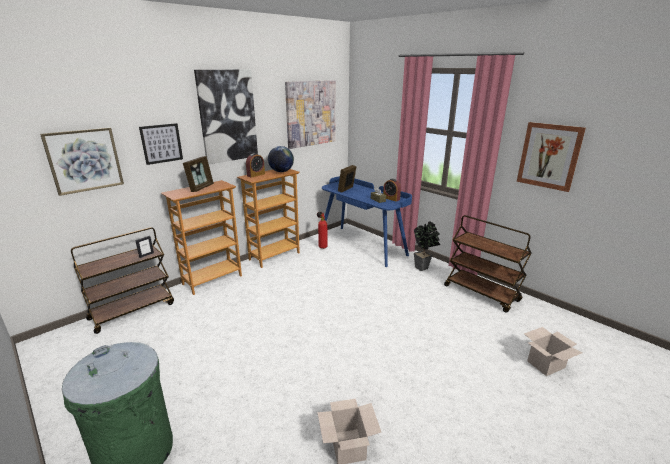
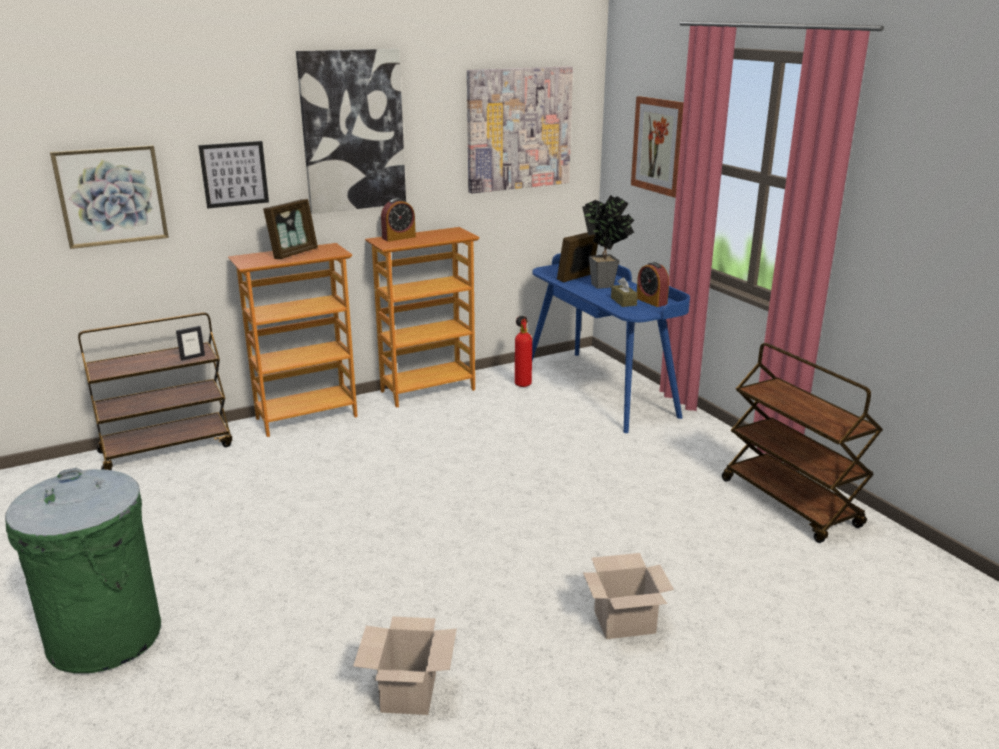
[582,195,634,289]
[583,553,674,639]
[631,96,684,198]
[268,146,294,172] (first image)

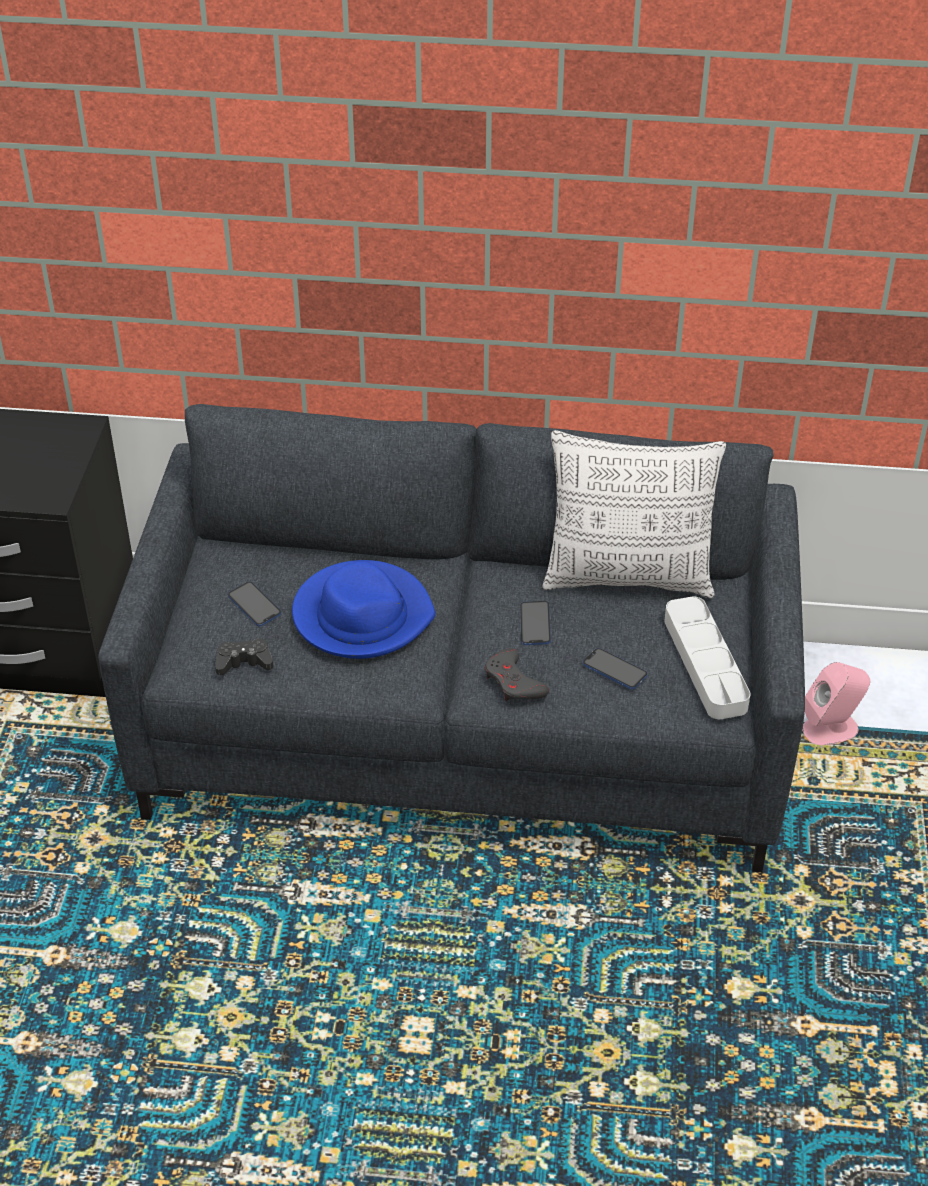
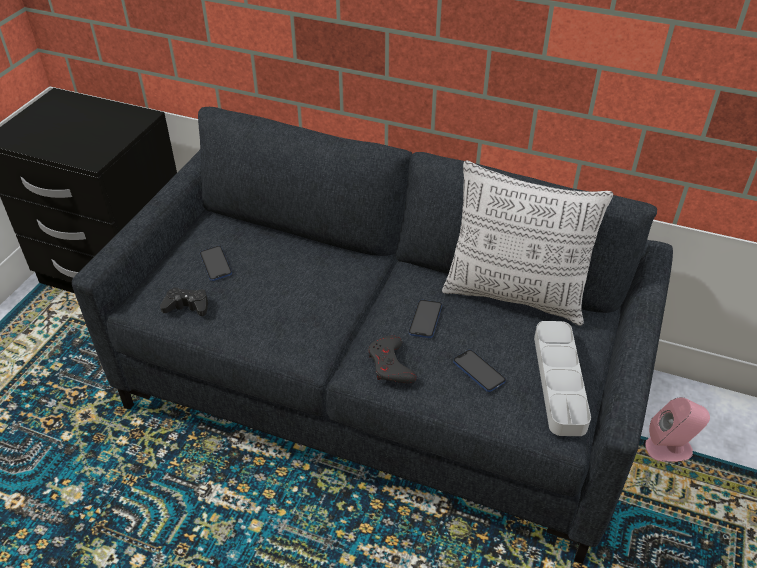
[292,560,436,659] (first image)

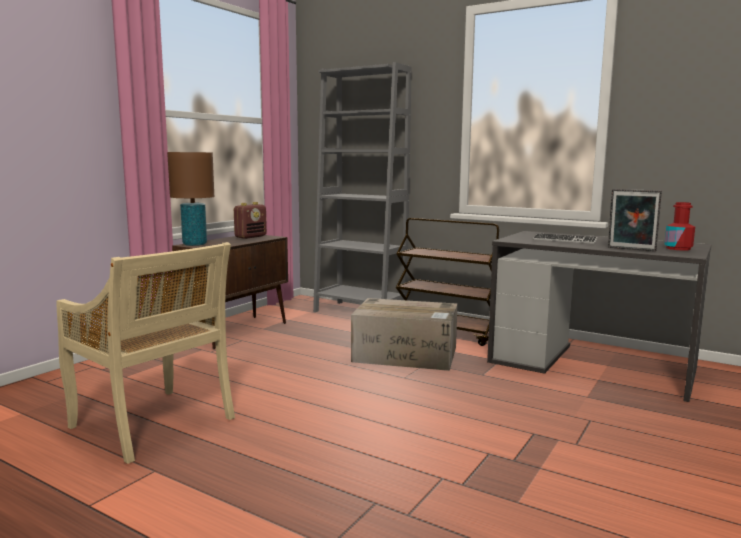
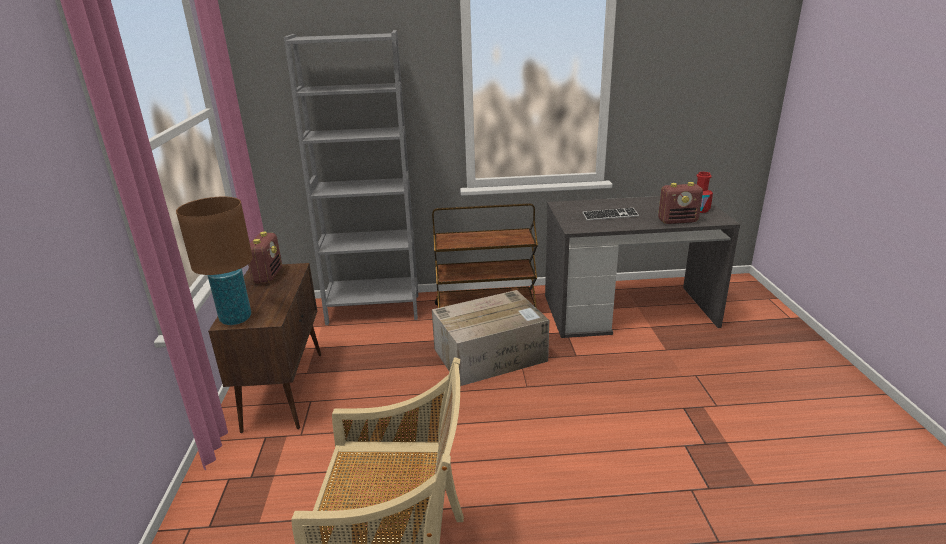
[658,182,703,224]

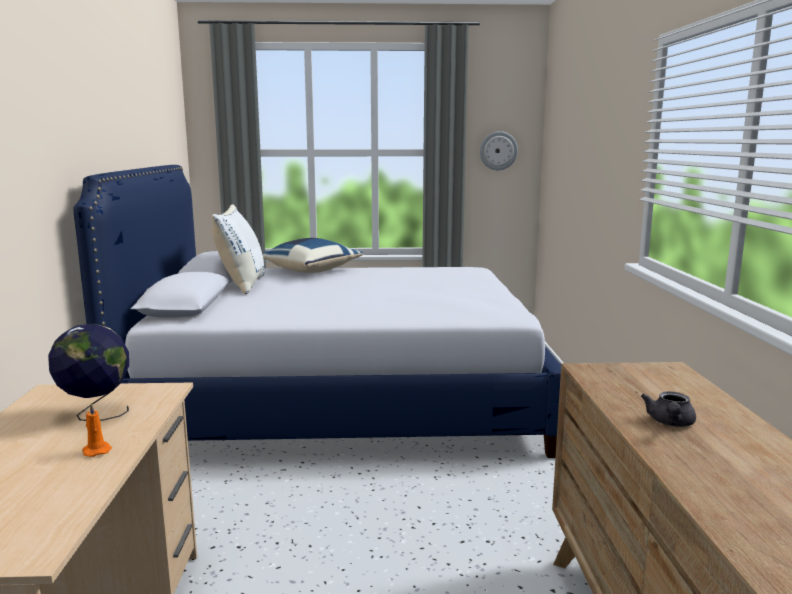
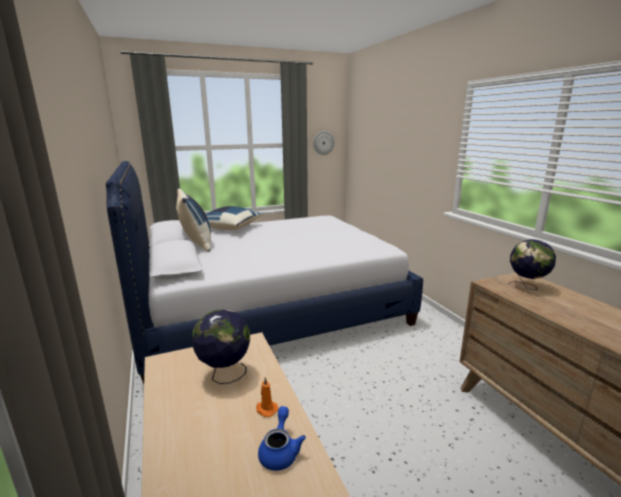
[176,189,211,252]
[258,406,306,471]
[509,239,556,290]
[641,391,696,427] (first image)

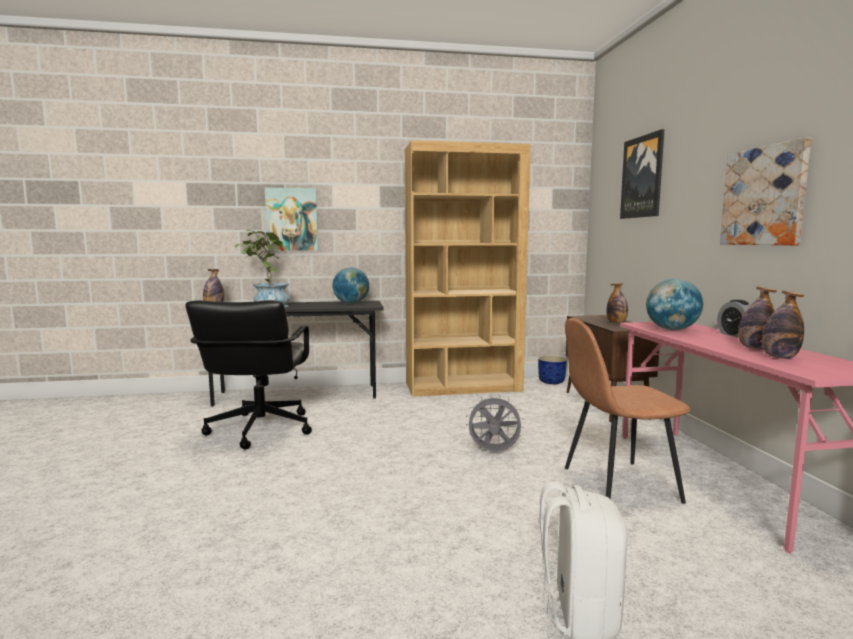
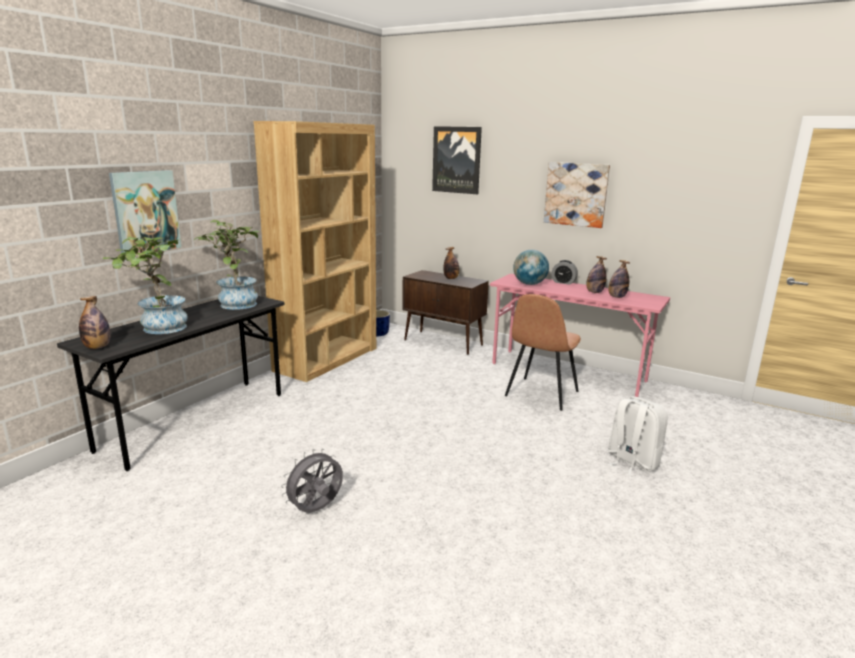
[193,220,260,310]
[281,448,343,512]
[186,300,312,449] (first image)

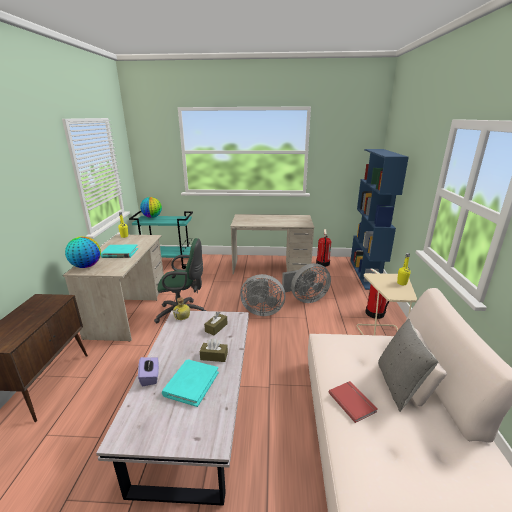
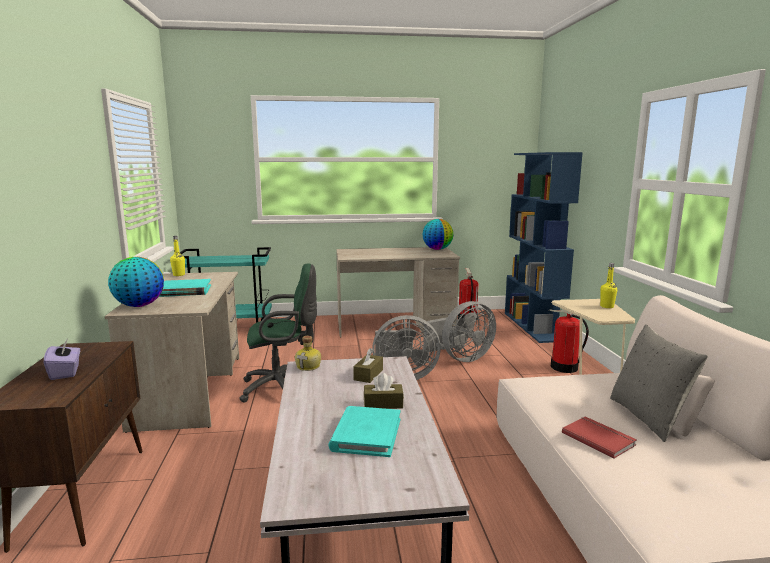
[44,339,80,380]
[422,219,453,250]

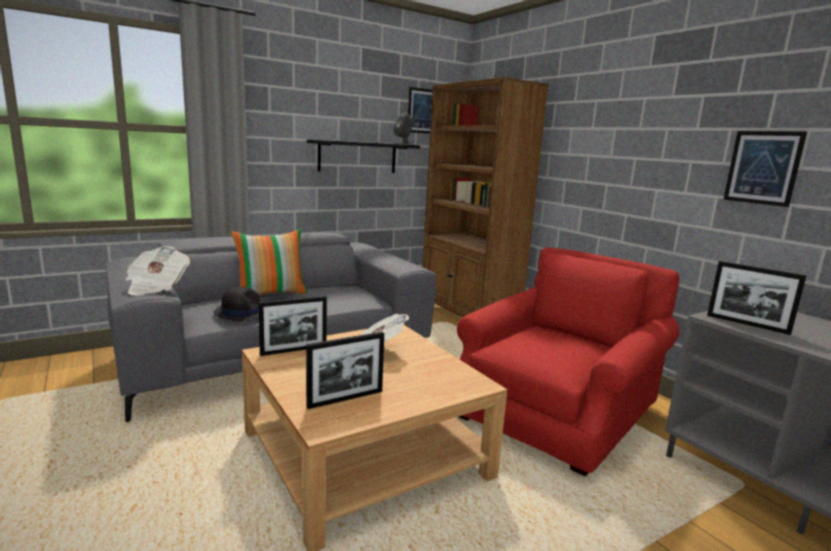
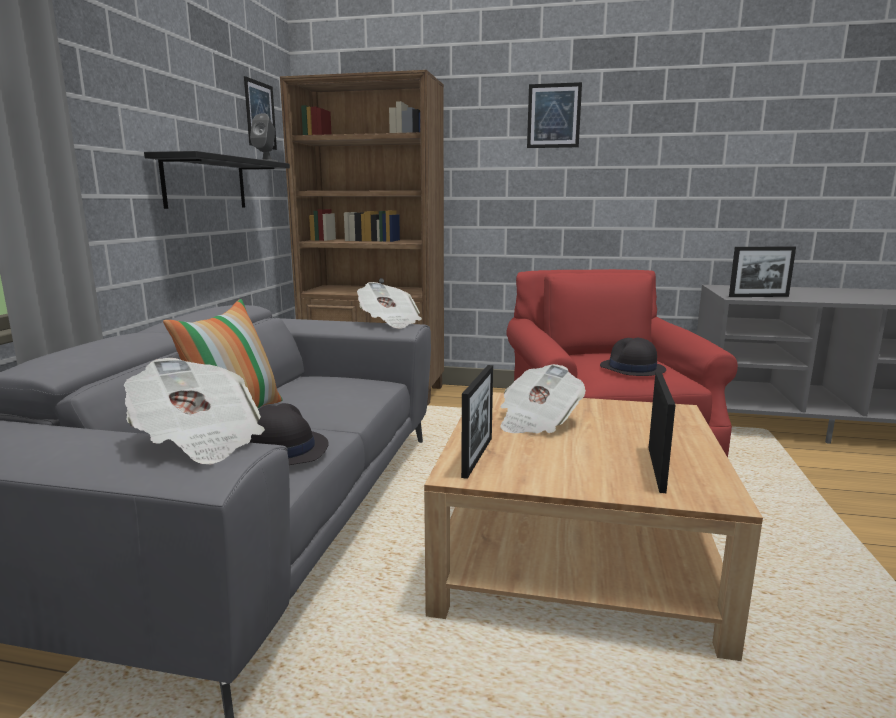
[357,282,422,329]
[527,82,582,148]
[600,338,666,376]

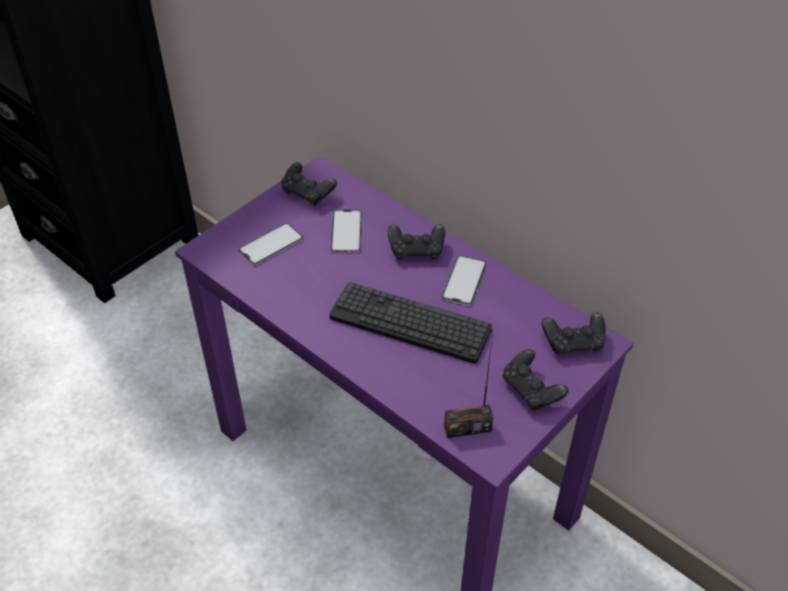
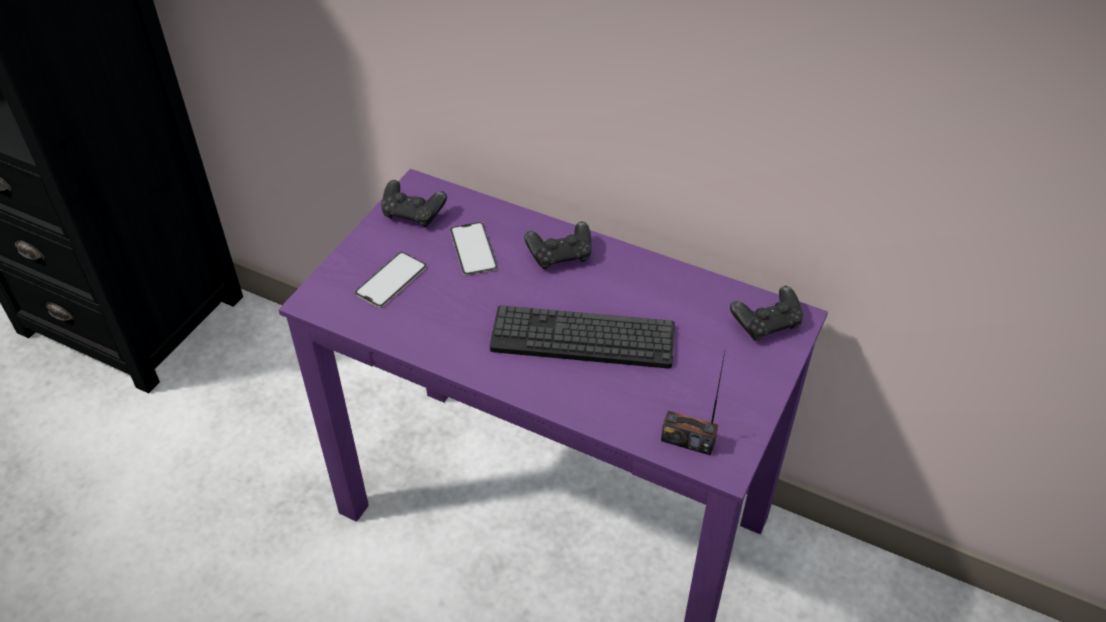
[661,352,725,456]
[441,255,487,306] (first image)
[503,349,568,411] (first image)

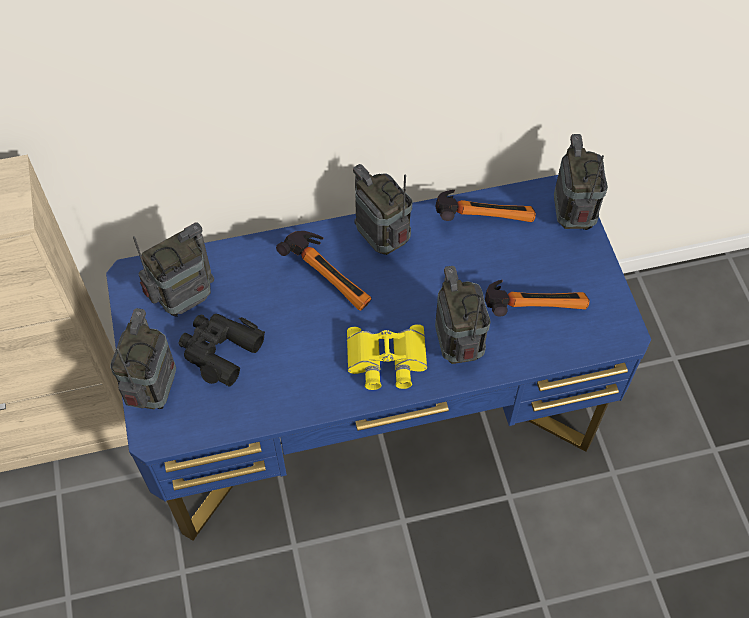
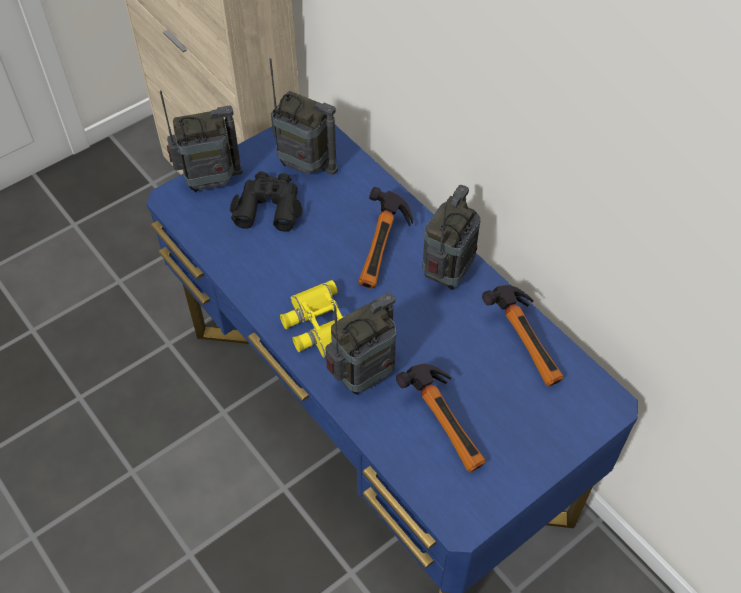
[554,134,608,230] (first image)

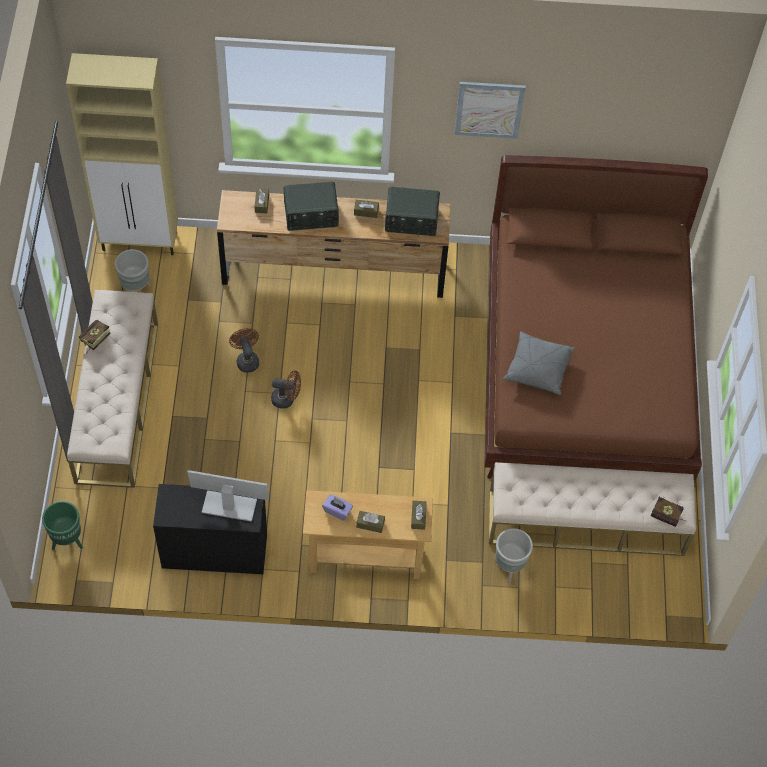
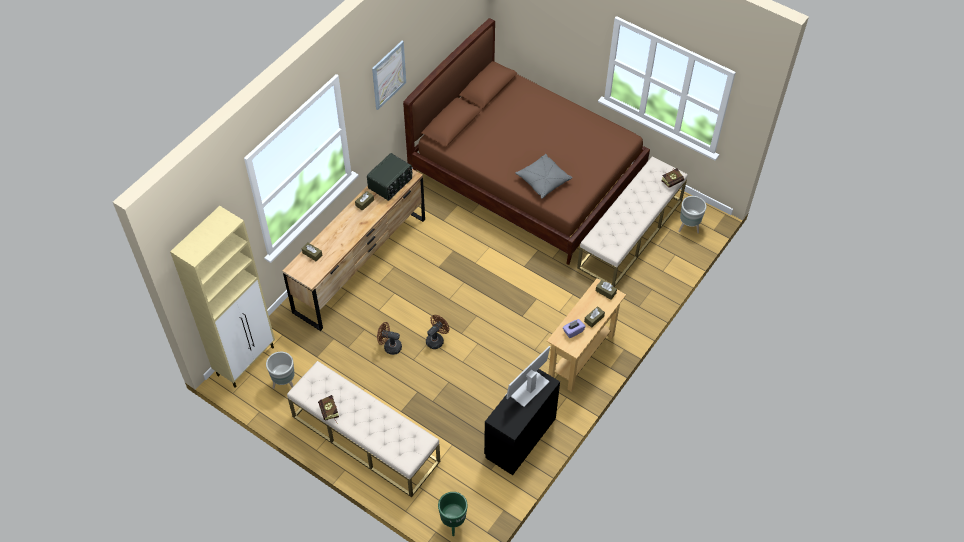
[678,196,707,234]
[284,182,339,231] (first image)

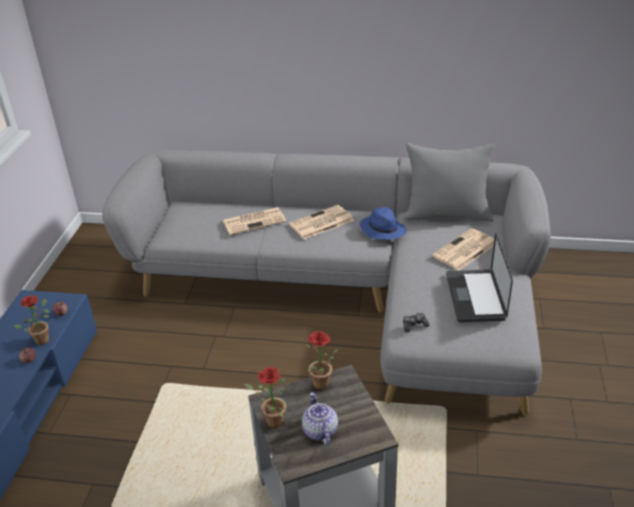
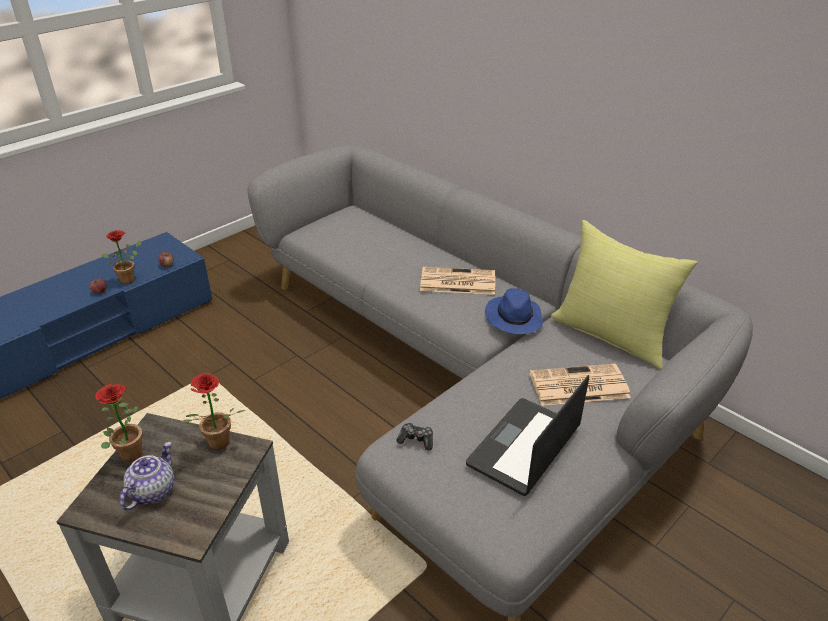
[551,220,698,369]
[223,207,286,235] (first image)

